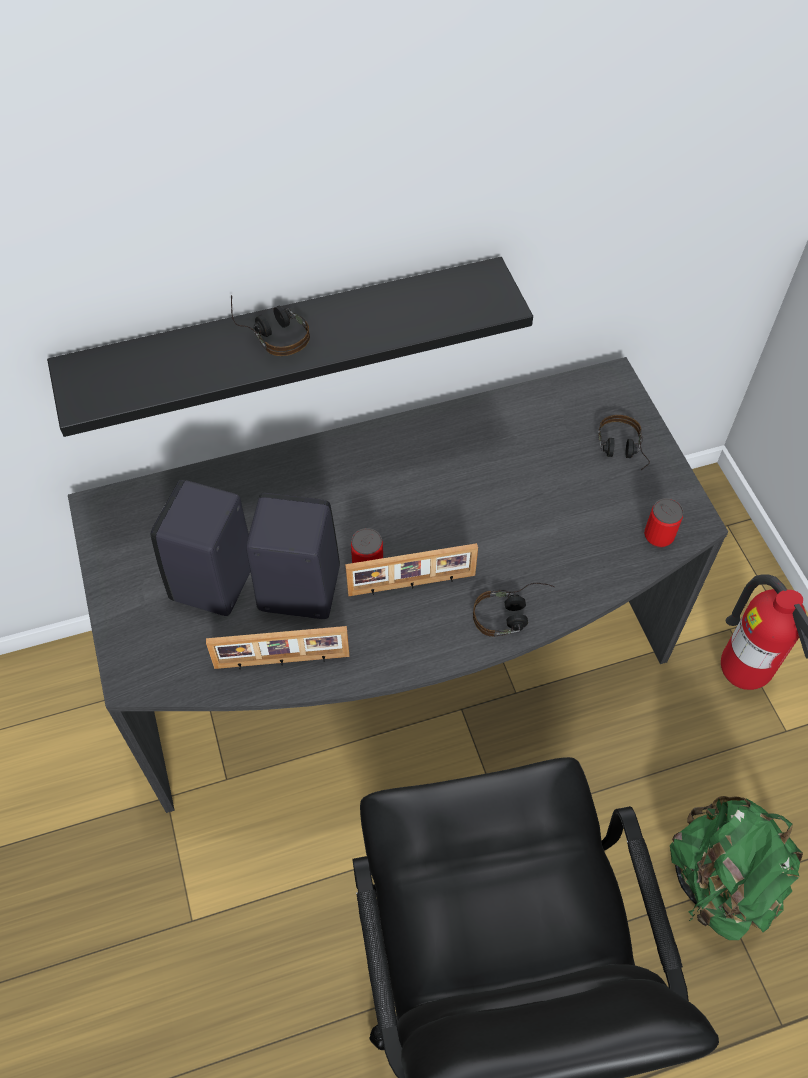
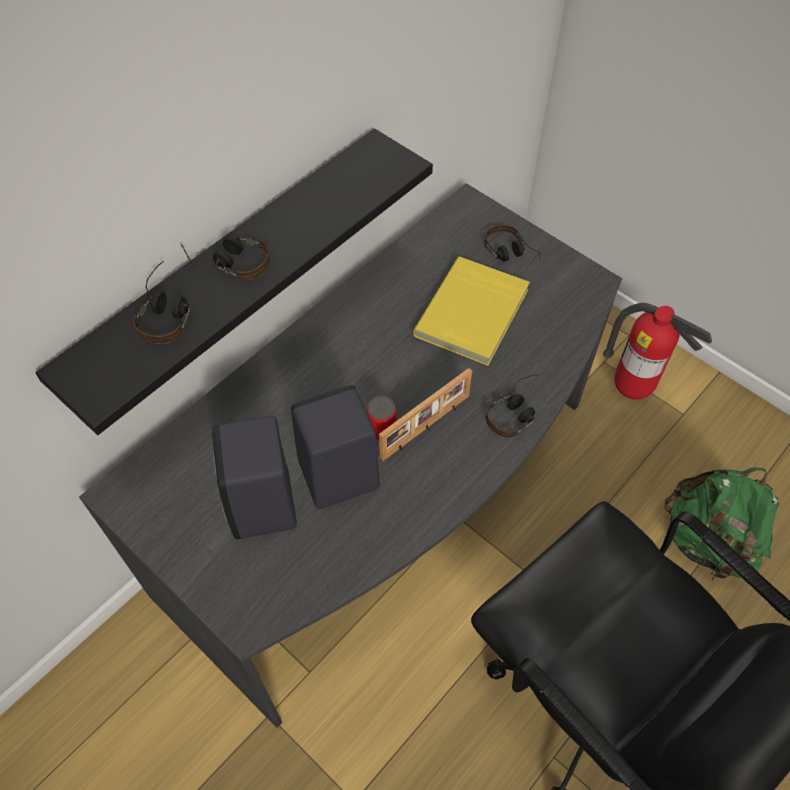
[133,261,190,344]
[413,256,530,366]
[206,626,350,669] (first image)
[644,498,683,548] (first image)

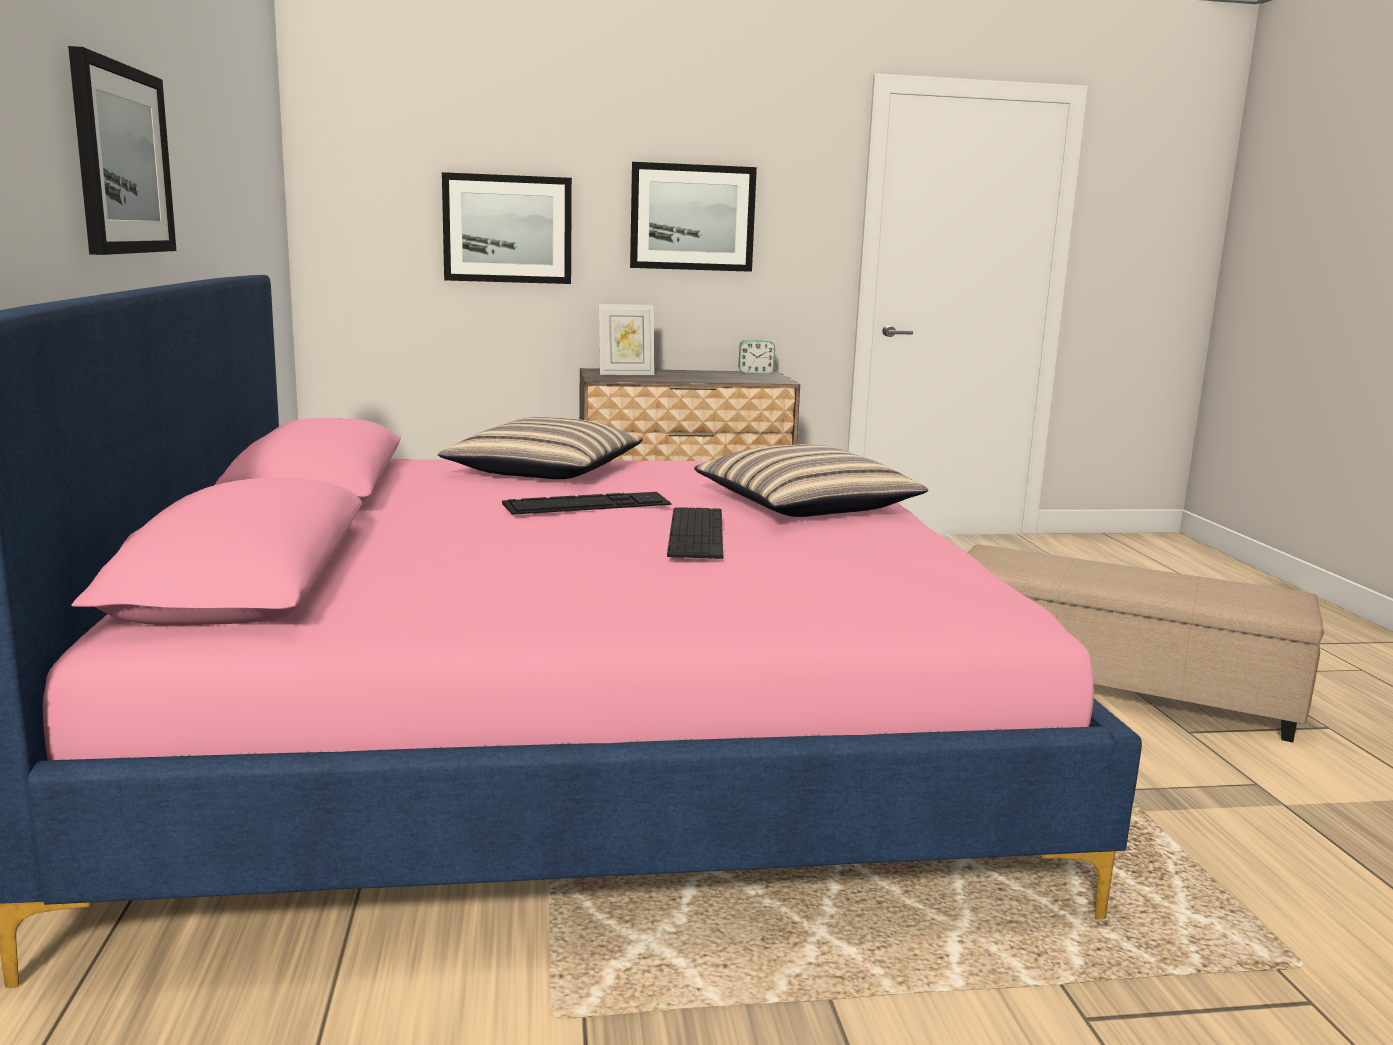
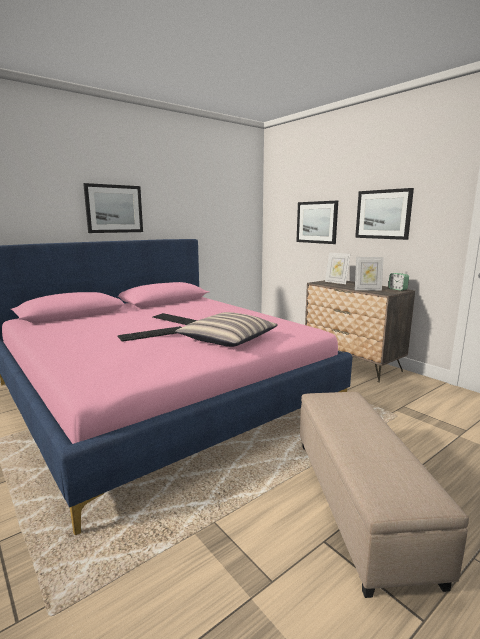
[355,257,384,291]
[438,417,643,479] (first image)

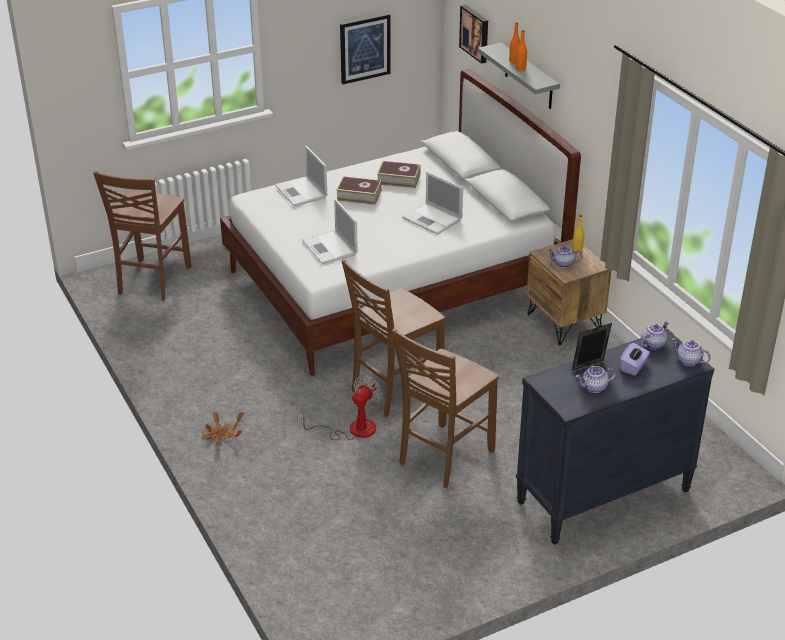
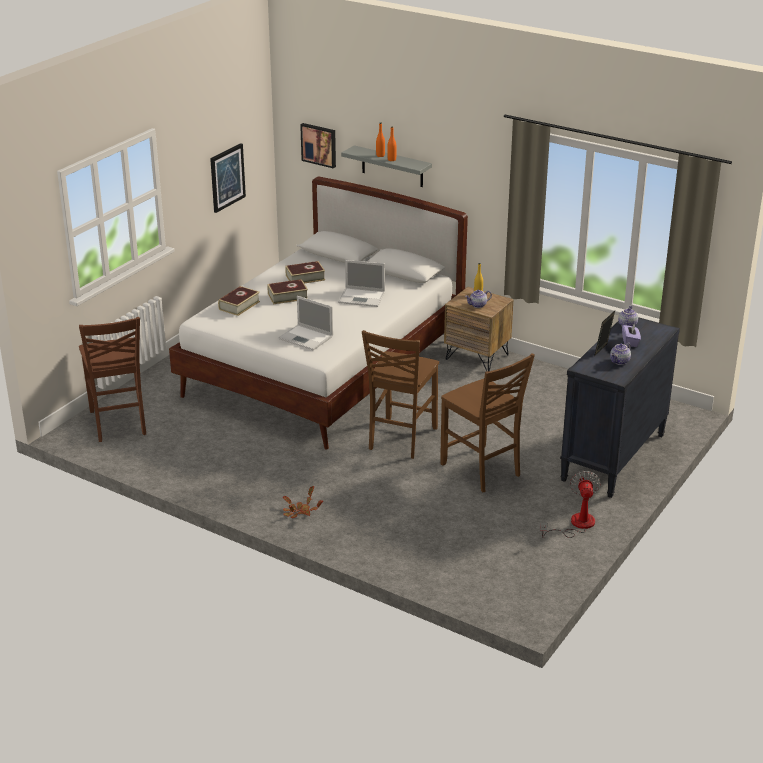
[218,286,260,316]
[440,353,535,492]
[540,471,601,538]
[672,338,710,366] (first image)

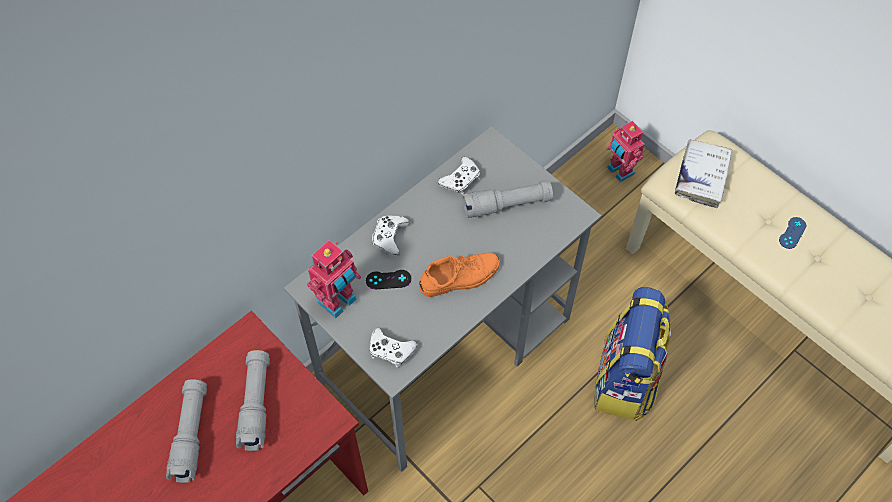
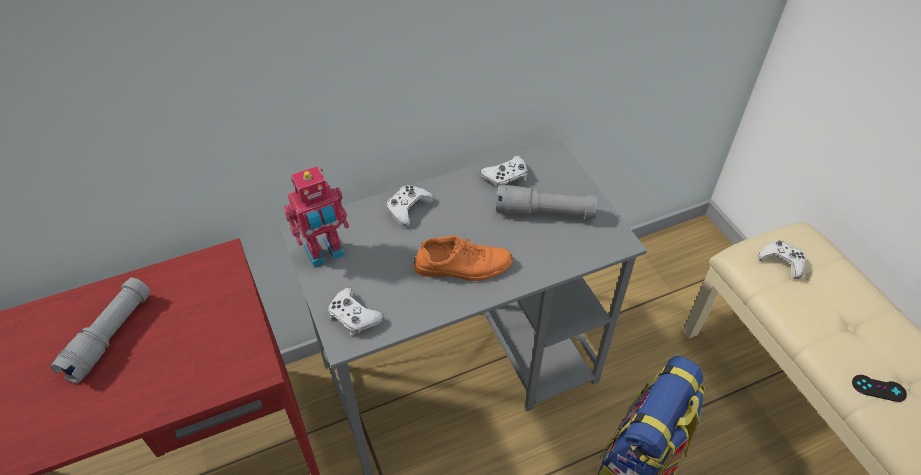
[758,240,806,279]
[852,375,907,402]
[236,350,270,451] (first image)
[606,121,645,182] (first image)
[779,217,806,249] (first image)

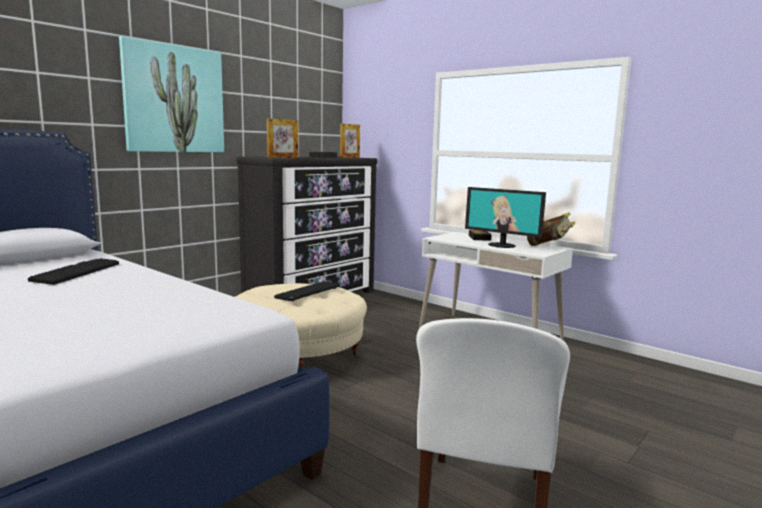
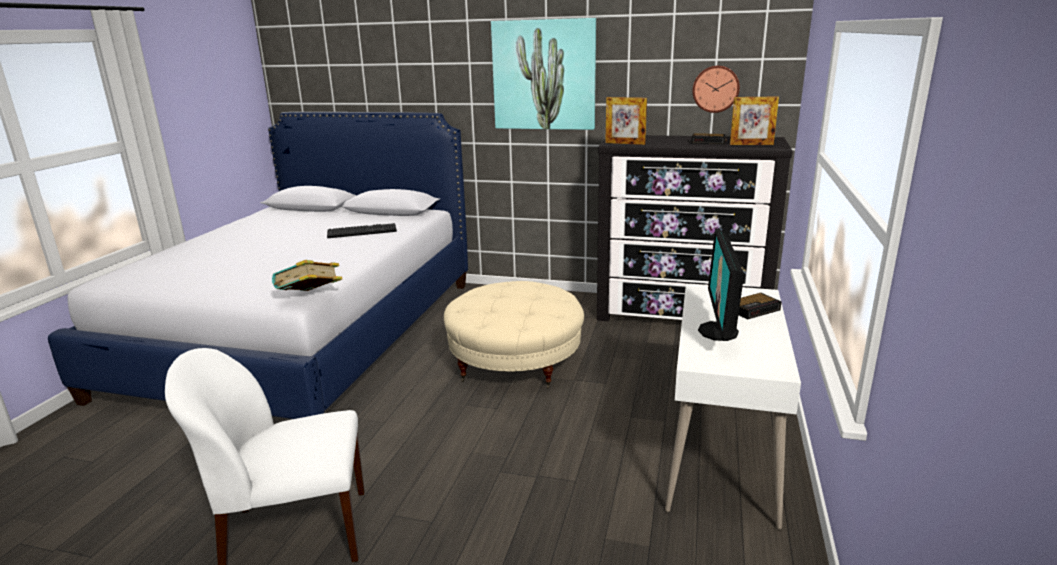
[272,260,342,291]
[693,65,740,113]
[274,281,339,302] (first image)

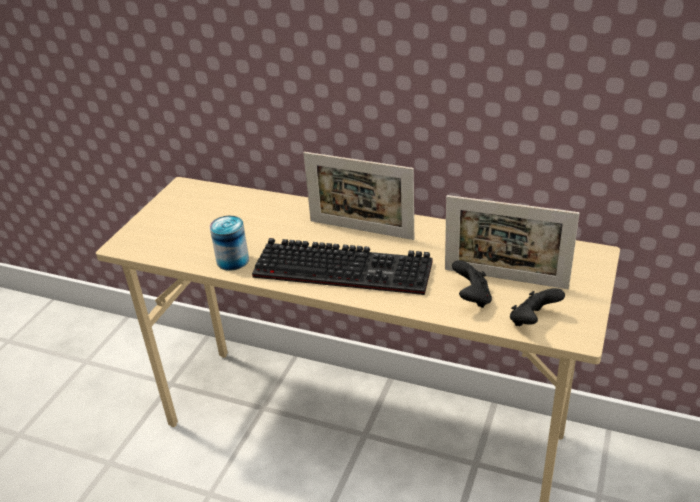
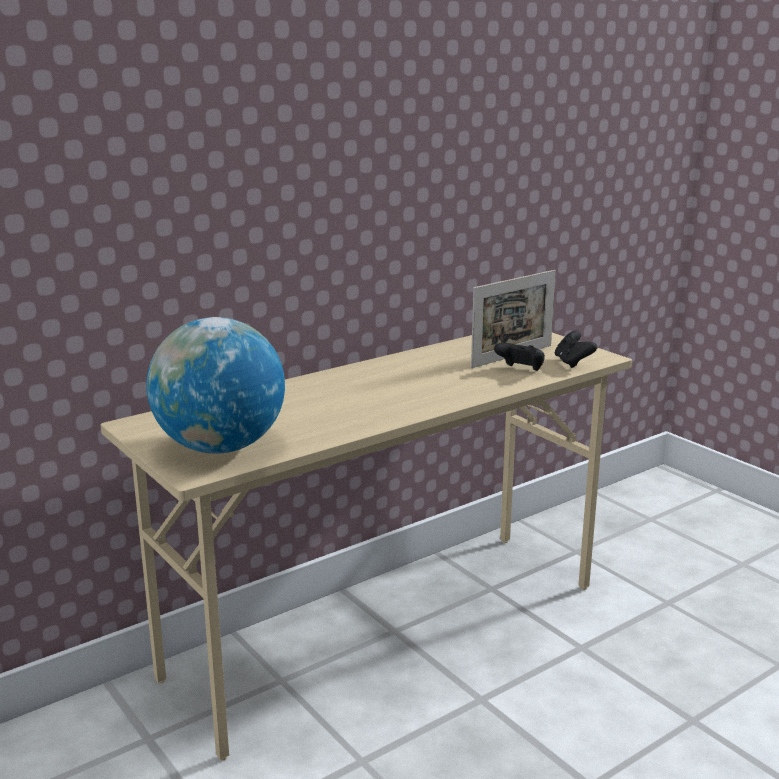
[146,317,285,454]
[210,216,249,271] (first image)
[252,238,433,295] (first image)
[304,152,414,240] (first image)

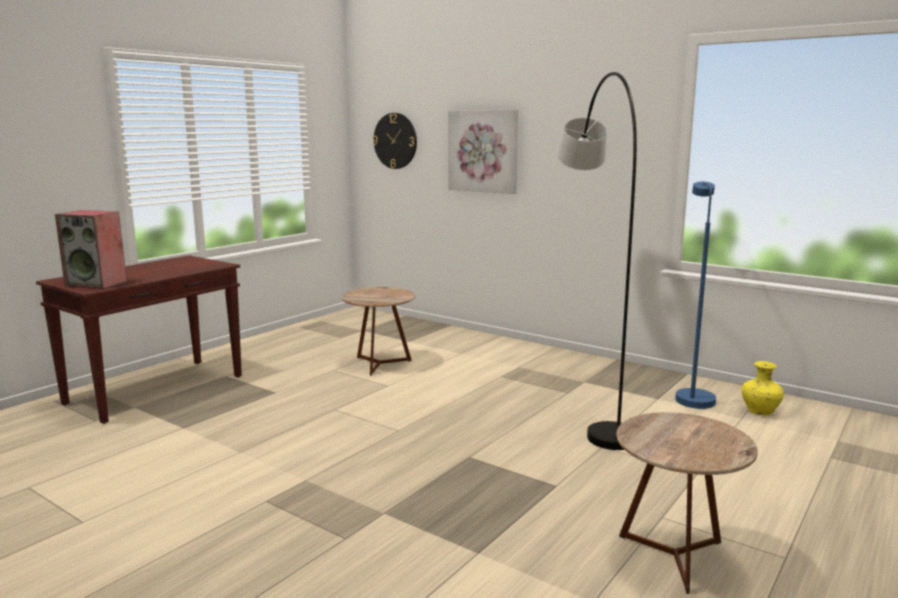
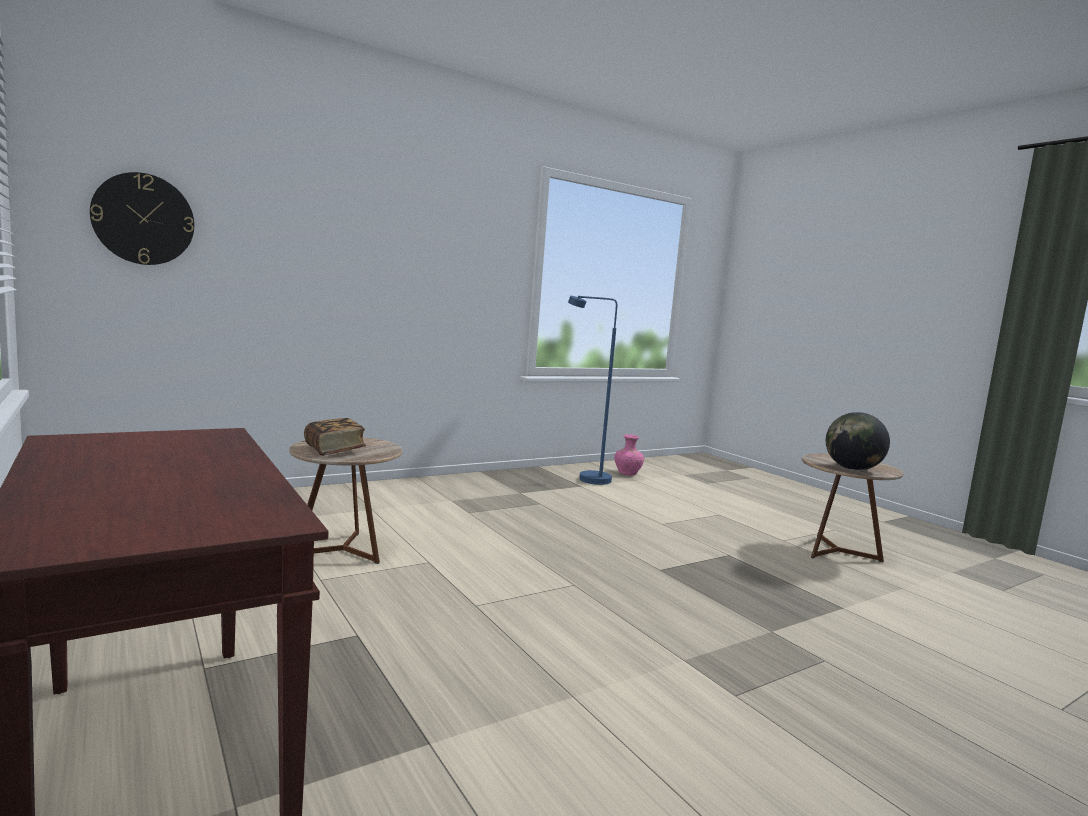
[304,418,366,456]
[614,435,644,476]
[826,412,890,470]
[55,210,127,289] (first image)
[448,110,518,194] (first image)
[557,72,637,450] (first image)

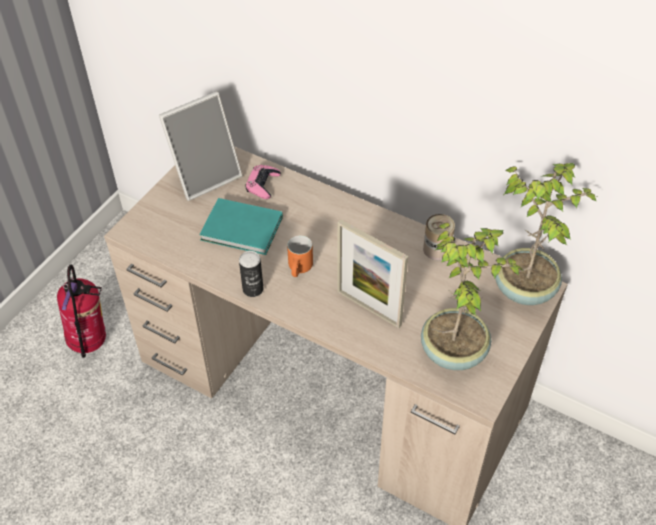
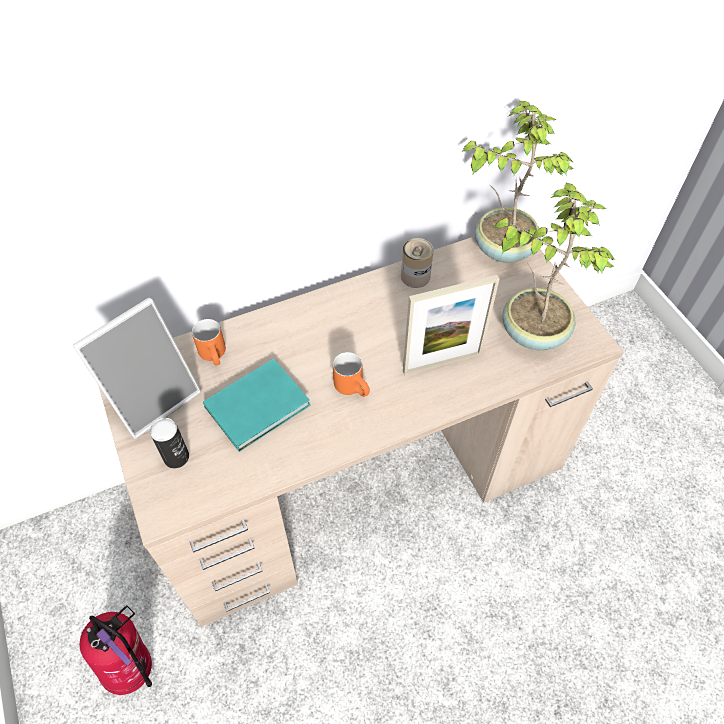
[73,297,201,439]
[150,418,189,469]
[192,319,226,365]

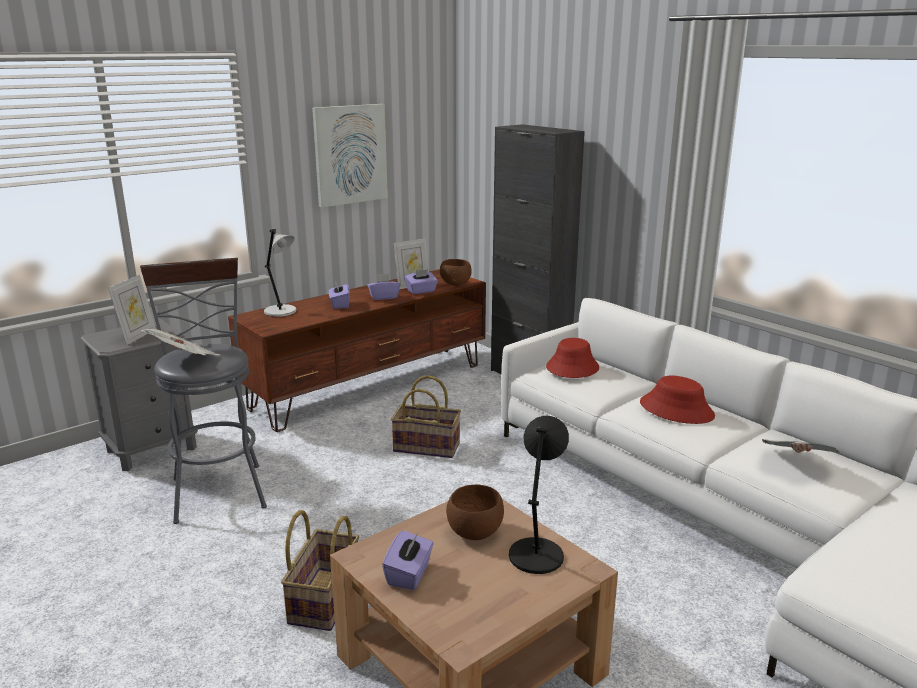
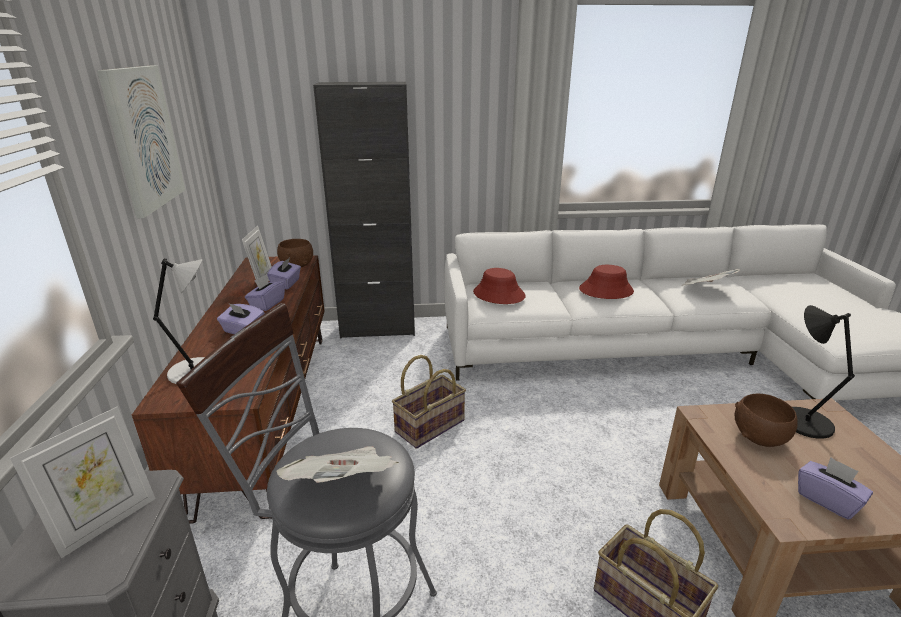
[10,406,156,558]

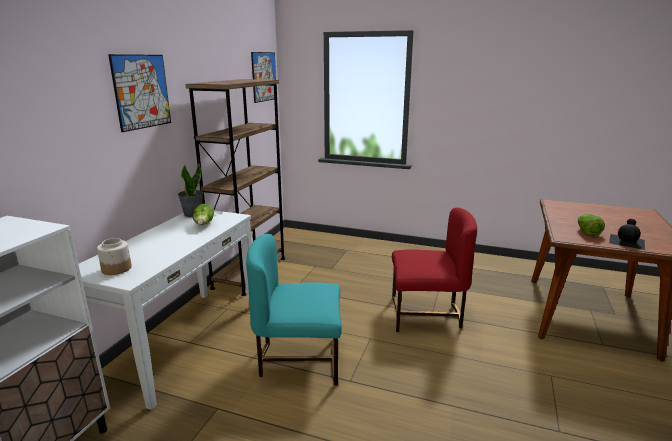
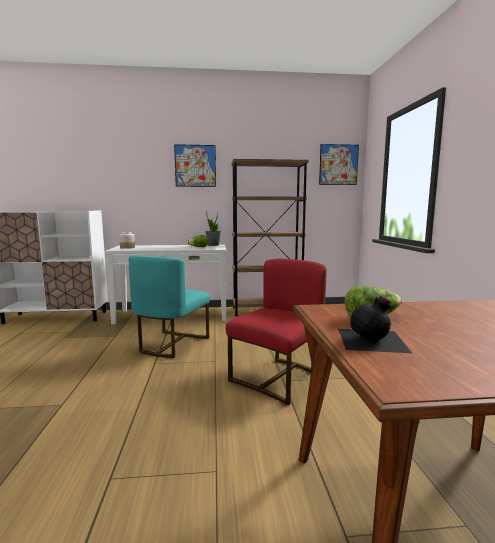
[129,255,210,358]
[226,259,327,406]

